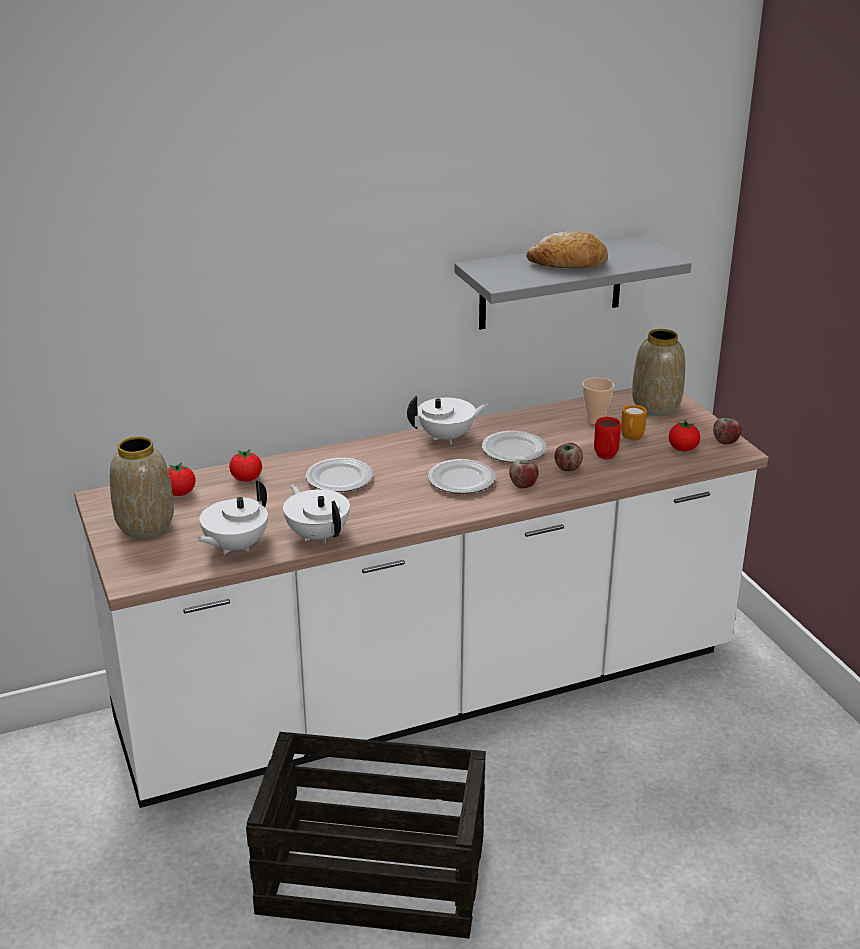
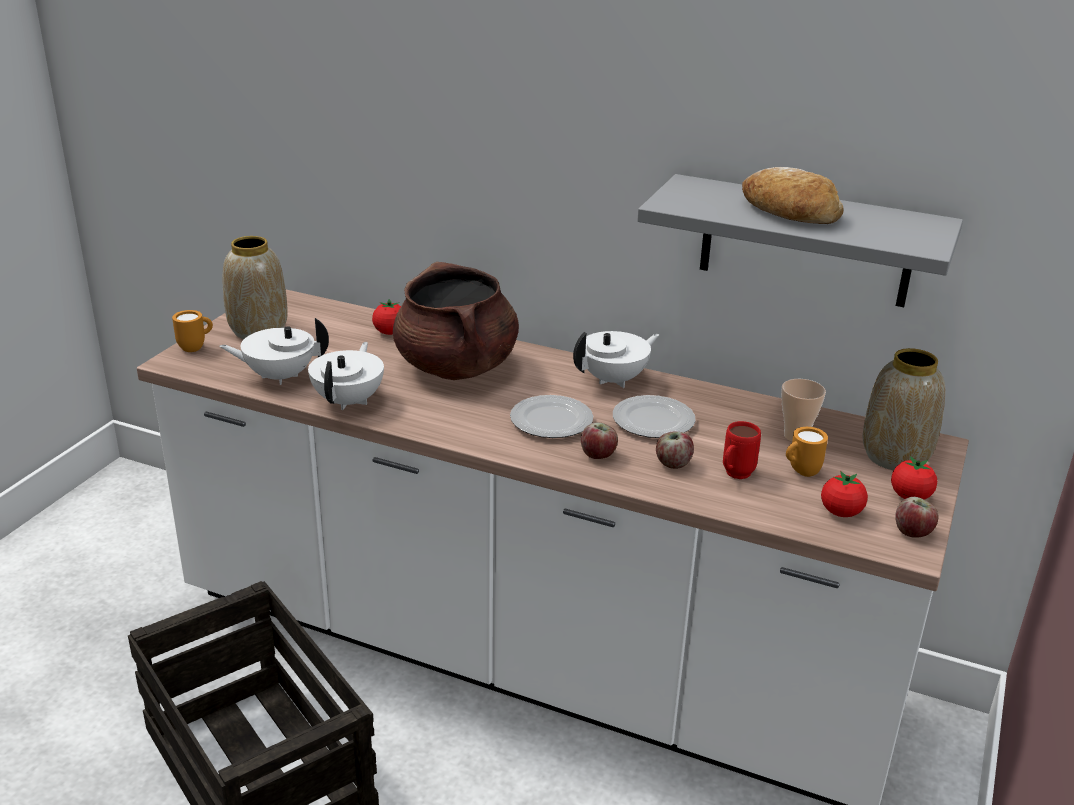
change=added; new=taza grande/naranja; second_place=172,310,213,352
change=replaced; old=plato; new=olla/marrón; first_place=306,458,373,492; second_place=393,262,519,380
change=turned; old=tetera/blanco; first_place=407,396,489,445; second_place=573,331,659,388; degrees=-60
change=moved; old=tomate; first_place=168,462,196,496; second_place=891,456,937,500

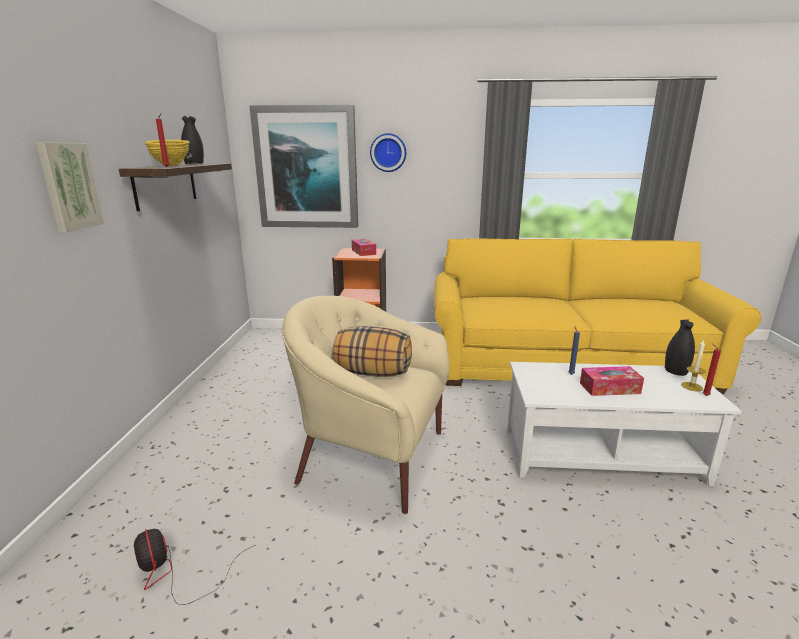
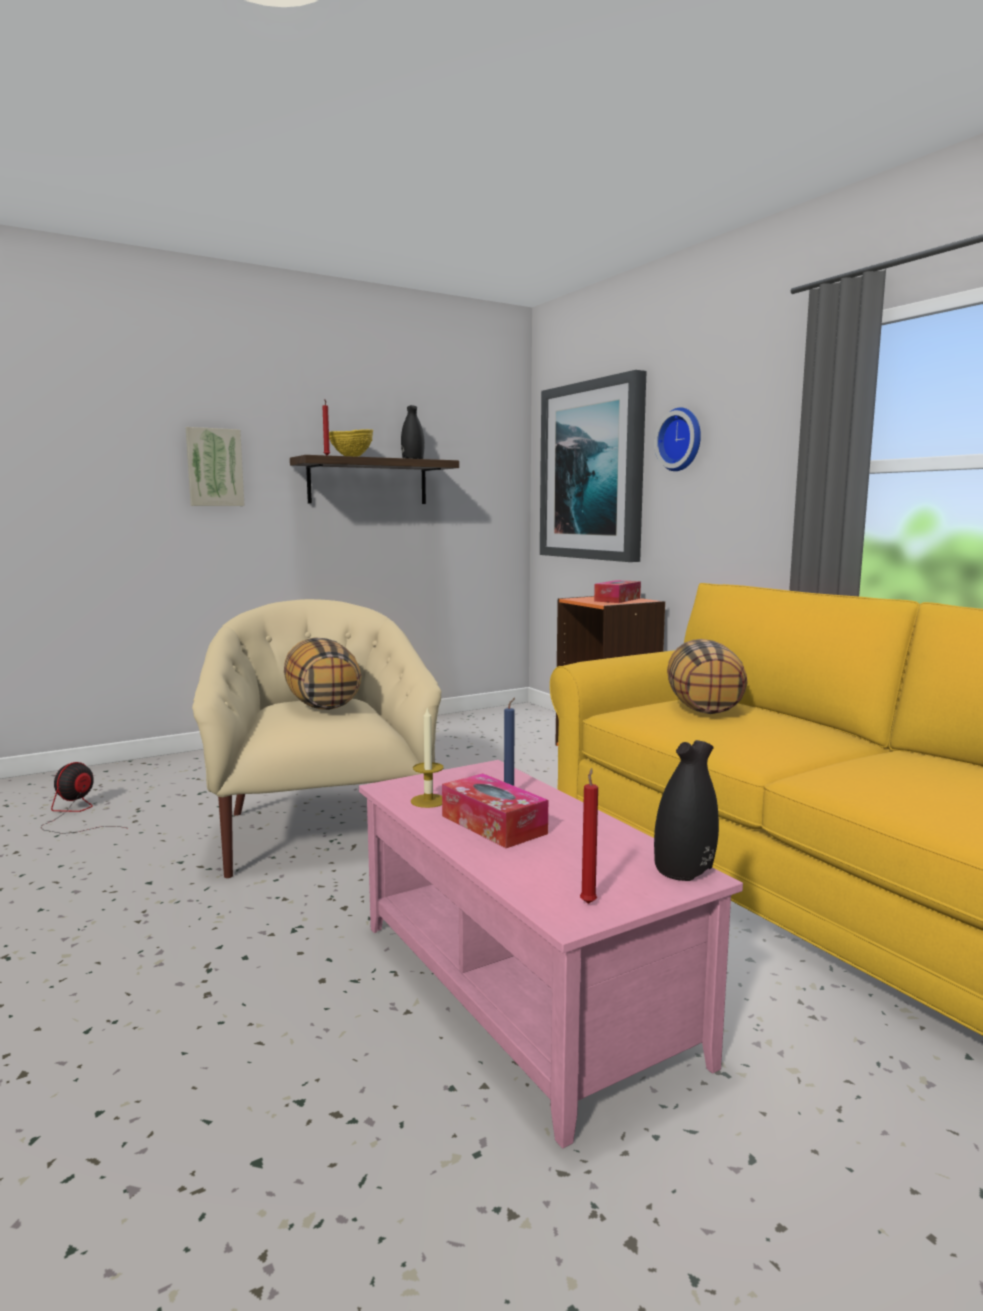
change=recoloured; old=mesa de centro/blanco; new=mesa de centro/rosa; first_place=507,362,741,486; second_place=359,760,743,1149
change=moved; old=vela; first_place=681,339,706,392; second_place=411,707,444,808
change=added; new=cojín; second_place=667,639,748,714

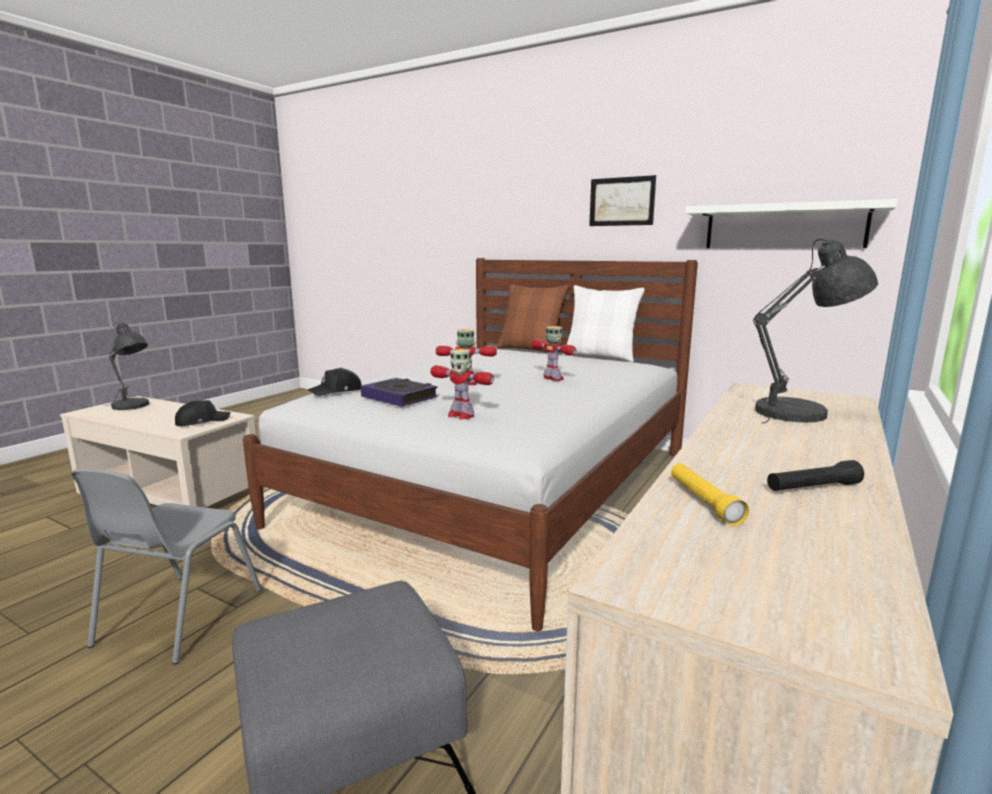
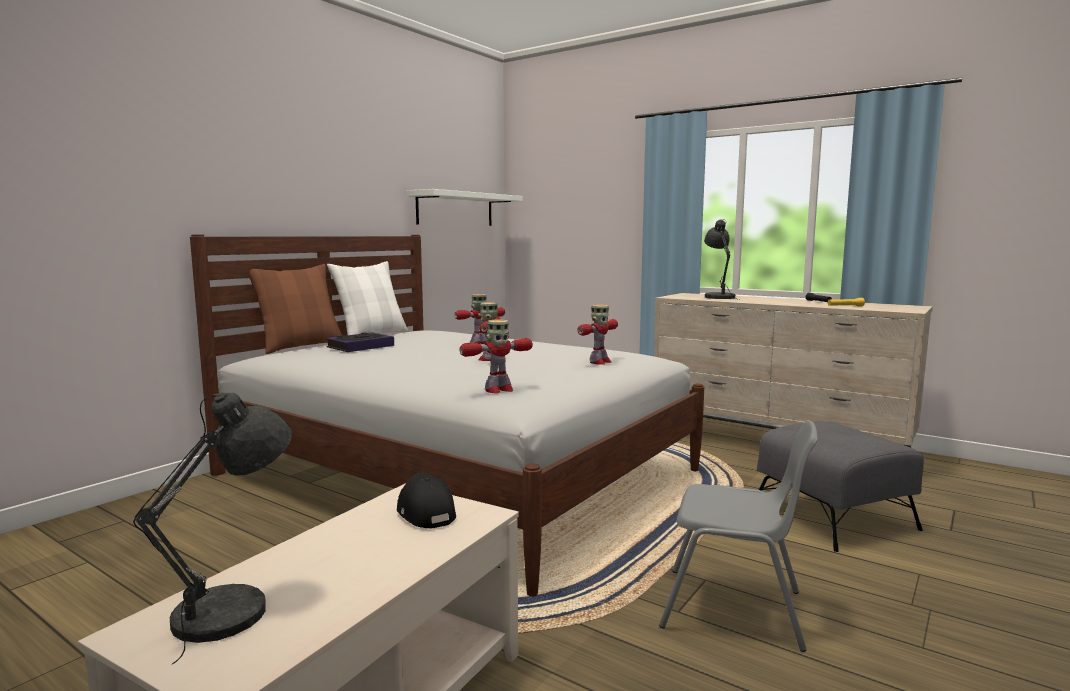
change=moved; old=libro; first_place=361,378,438,407; second_place=326,332,394,352
change=replaced; old=gorra/negro; new=robot de juguete; first_place=308,368,362,396; second_place=460,319,533,394
change=removed; old=cuadro; first_place=589,175,656,226

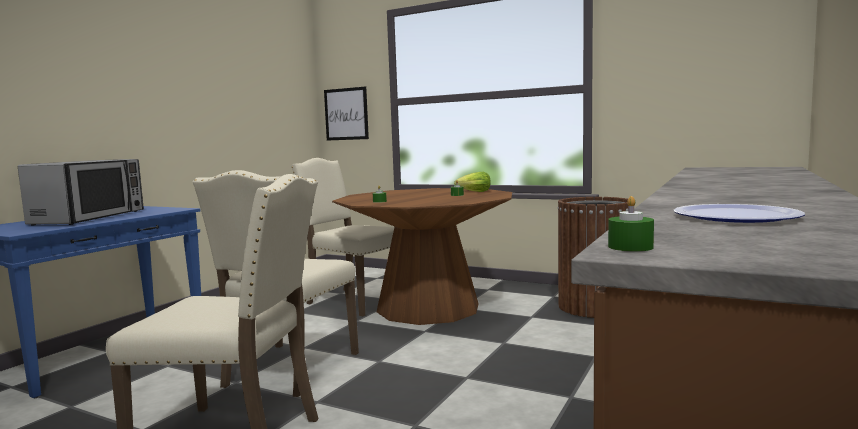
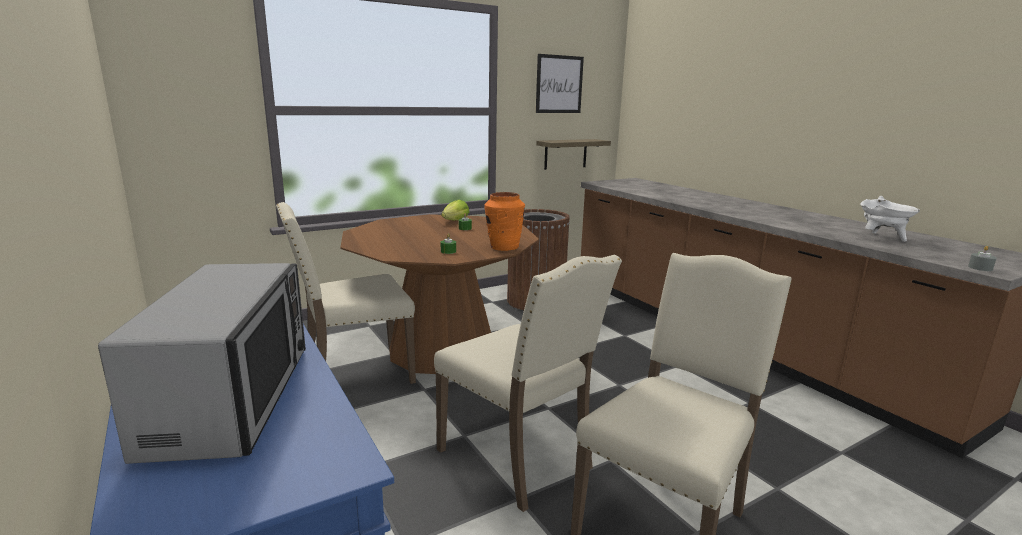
change=turned; old=microondas; first_place=18,159,144,226; second_place=98,263,306,464; degrees=45
change=added; new=florero/naranja; second_place=484,192,525,251
change=moved; old=cuadro; first_place=324,87,369,141; second_place=536,54,584,113
change=added; new=estante; second_place=536,139,611,170
change=replaced; old=plato; new=olla/blanco; first_place=673,204,805,223; second_place=860,196,920,242
change=recoloured; old=vela/verde; new=vela/gris; first_place=608,196,654,251; second_place=968,246,997,271

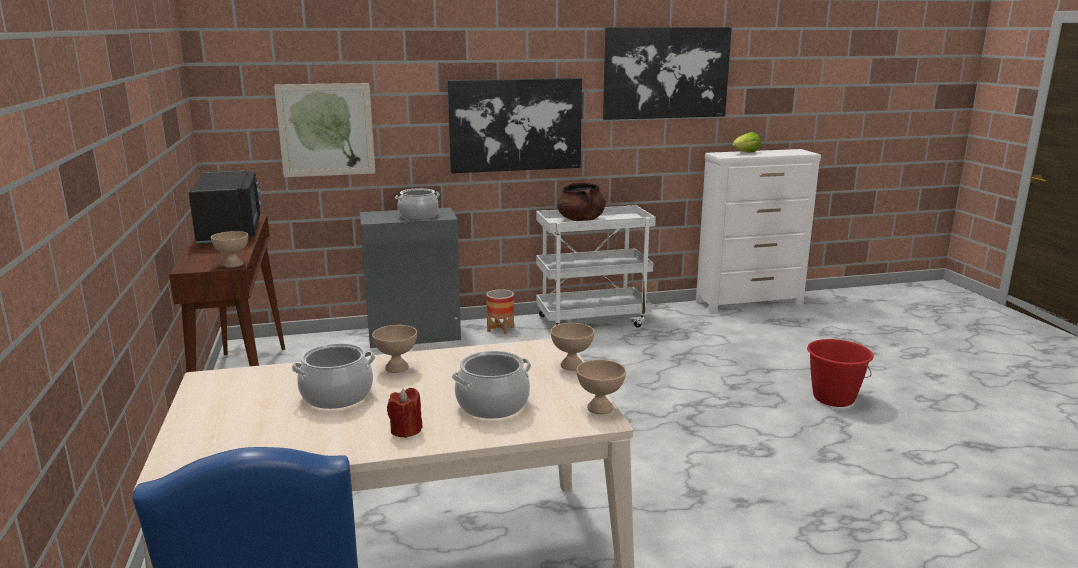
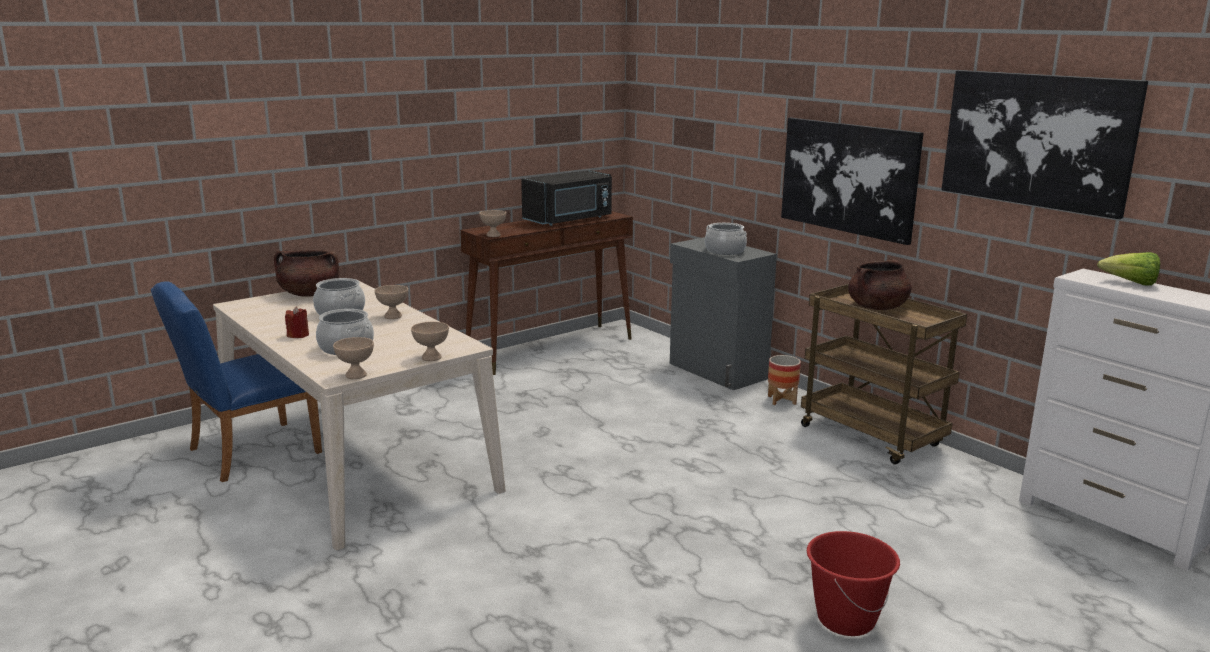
change=added; new=olla/marrón; second_place=274,250,339,297
change=recoloured; old=carrito/blanco; new=carrito/marrón; first_place=536,205,656,328; second_place=801,284,967,465
change=removed; old=cuadro; first_place=274,83,375,177

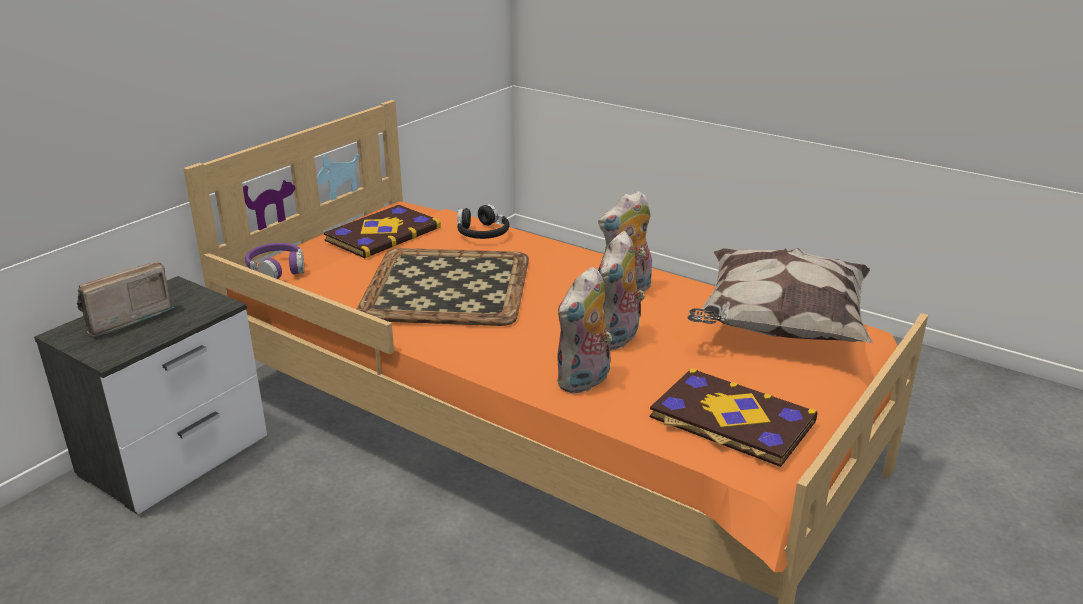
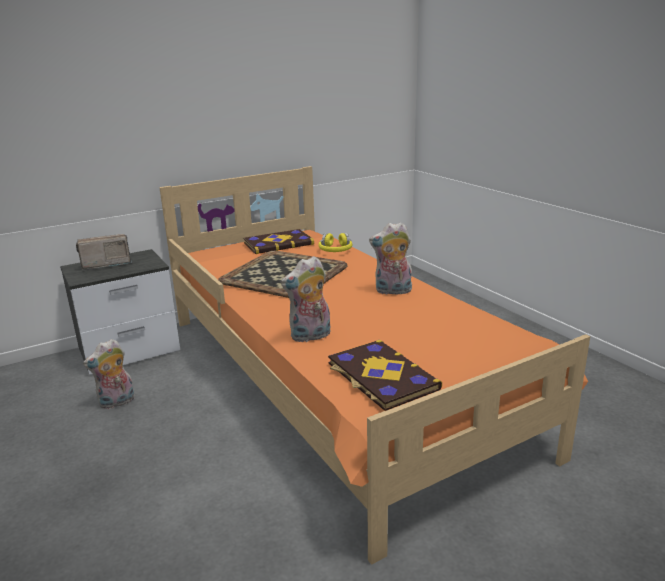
change=moved; old=peluche; first_place=598,231,645,351; second_place=83,339,135,409
change=recoloured; old=auriculares/negro; new=auriculares/amarillo; first_place=457,204,509,239; second_place=318,233,352,252
change=removed; old=auriculares/morado; first_place=245,243,304,279
change=removed; old=cojín; first_place=687,248,873,343

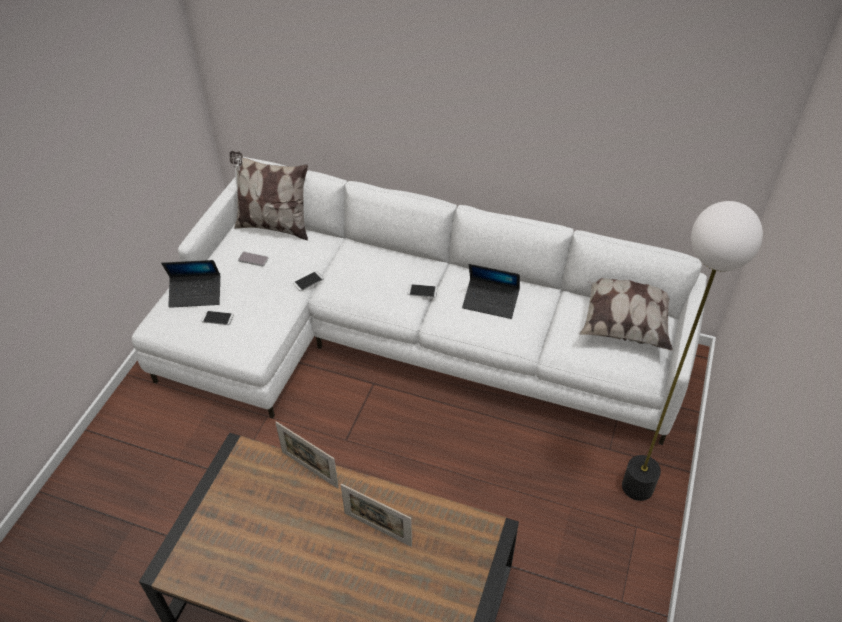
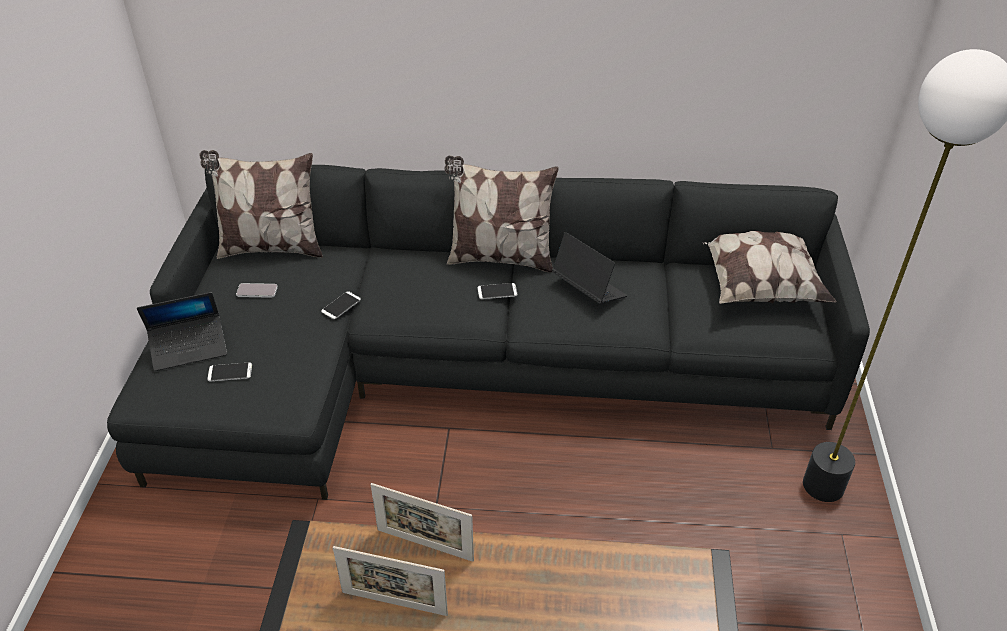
change=recoloured; old=sofá/blanco; new=sofá/negro; first_place=132,156,707,445; second_place=107,161,870,500
change=moved; old=portarretratos; first_place=341,484,412,547; second_place=333,546,448,616
change=added; new=cojín; second_place=445,155,558,272
change=turned; old=portátil; first_place=462,264,520,319; second_place=552,232,627,304; degrees=-135

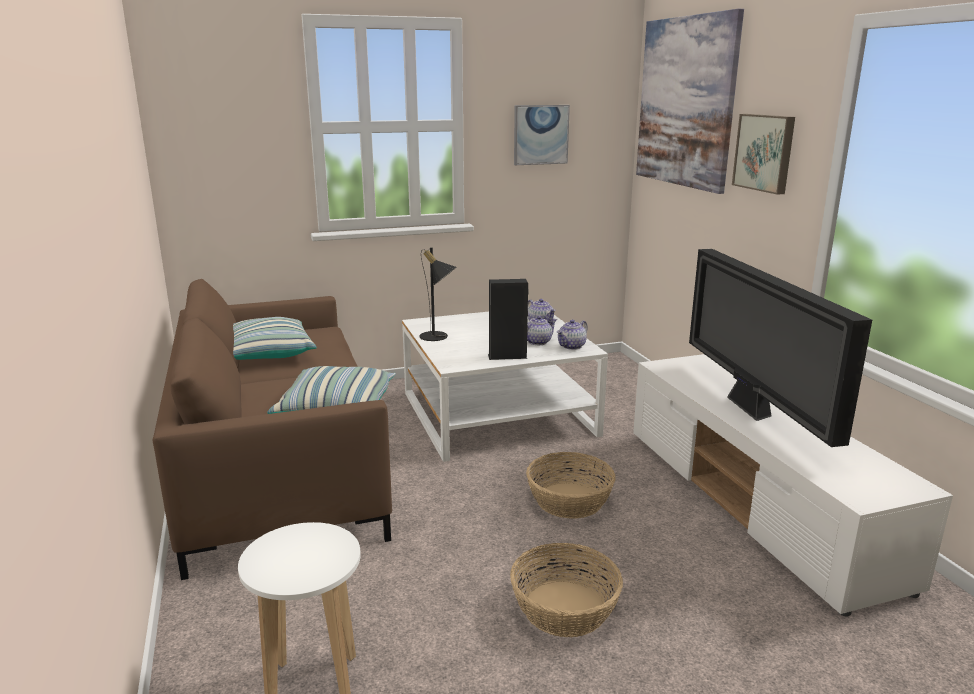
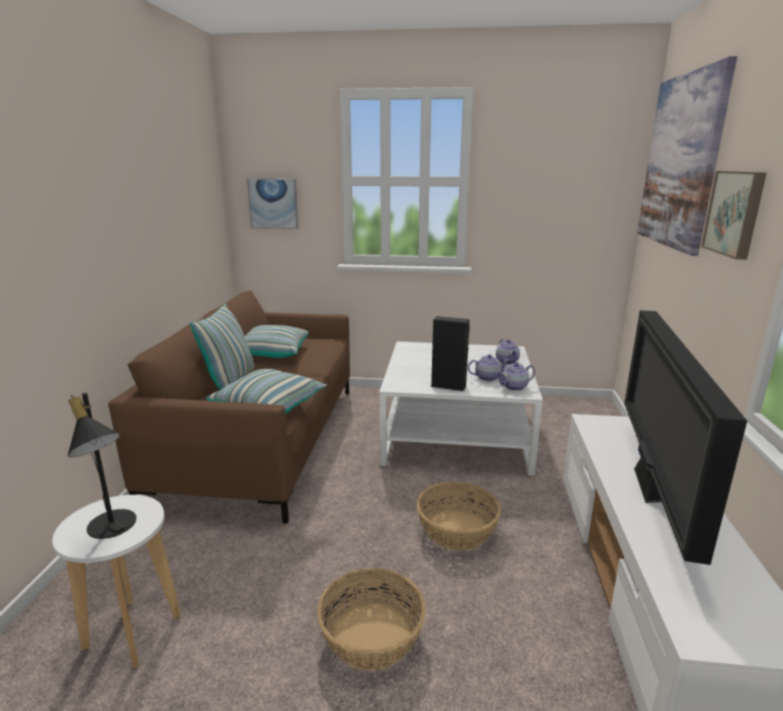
change=moved; old=lámpara de mesa/negro; first_place=419,247,456,341; second_place=68,393,136,539
change=added; new=cojín; second_place=190,303,255,390
change=moved; old=cuadro; first_place=514,105,570,165; second_place=247,178,299,229

